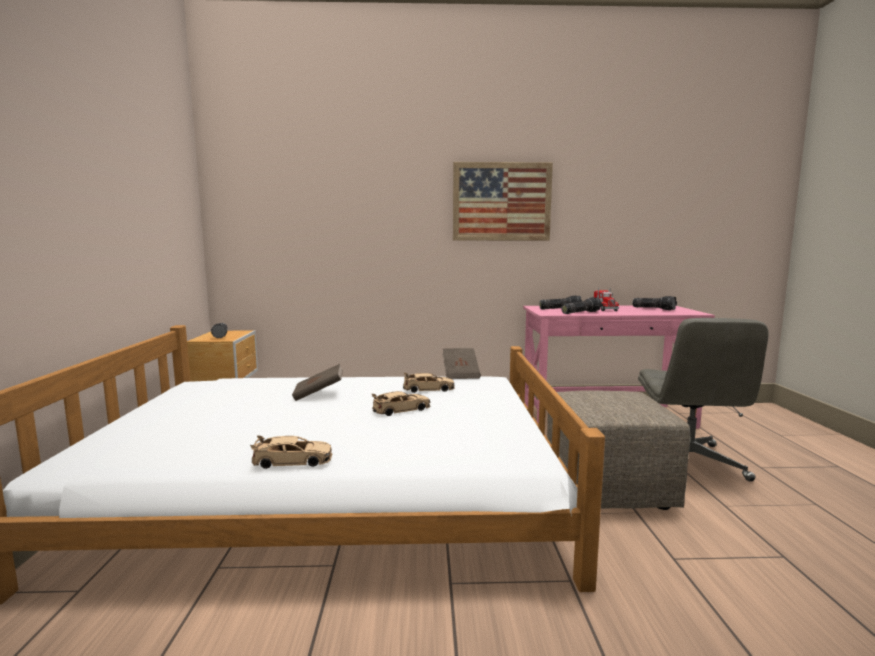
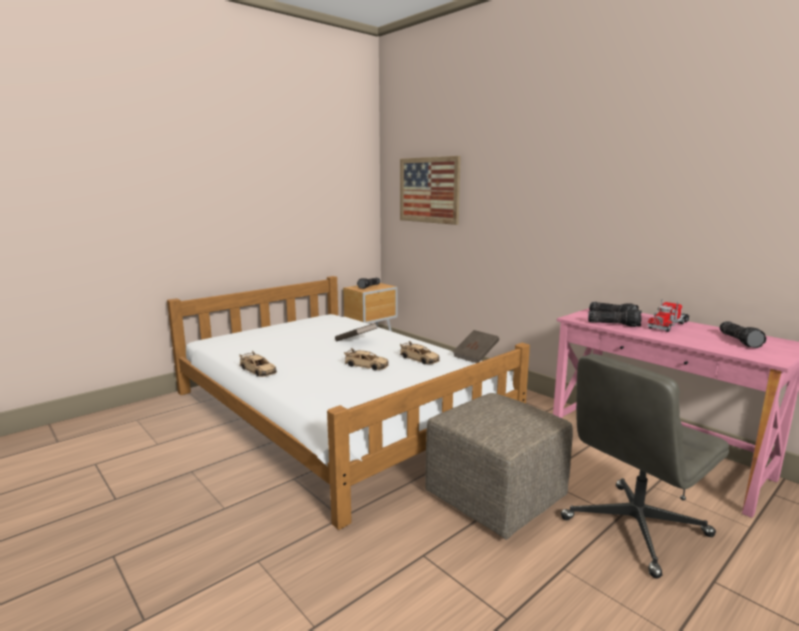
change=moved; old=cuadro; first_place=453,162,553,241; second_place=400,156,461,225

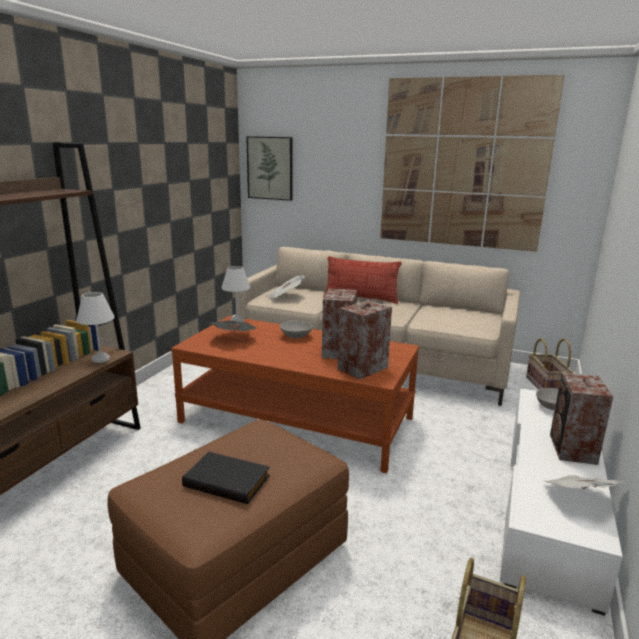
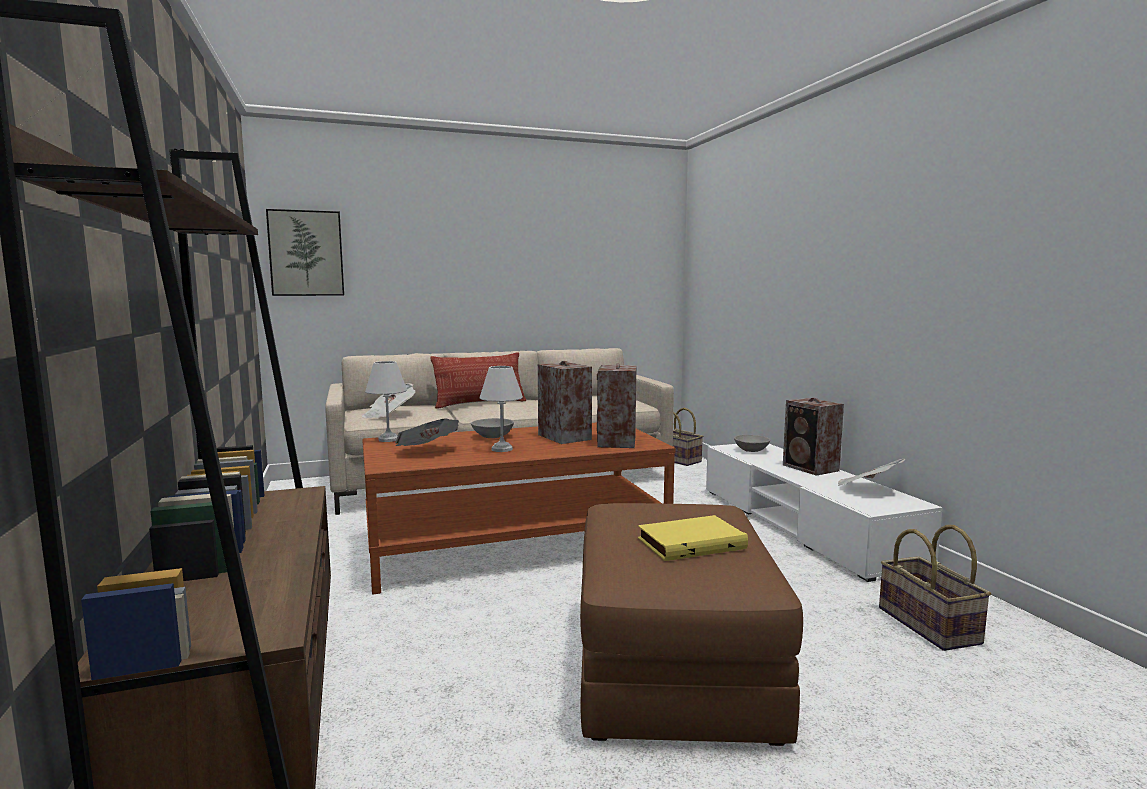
change=moved; old=lámpara de mesa/blanco; first_place=76,292,115,363; second_place=480,366,523,452
change=recoloured; old=libro/negro; new=libro/amarillo; first_place=182,451,270,504; second_place=638,515,748,561
change=removed; old=cuadro; first_place=380,75,564,252

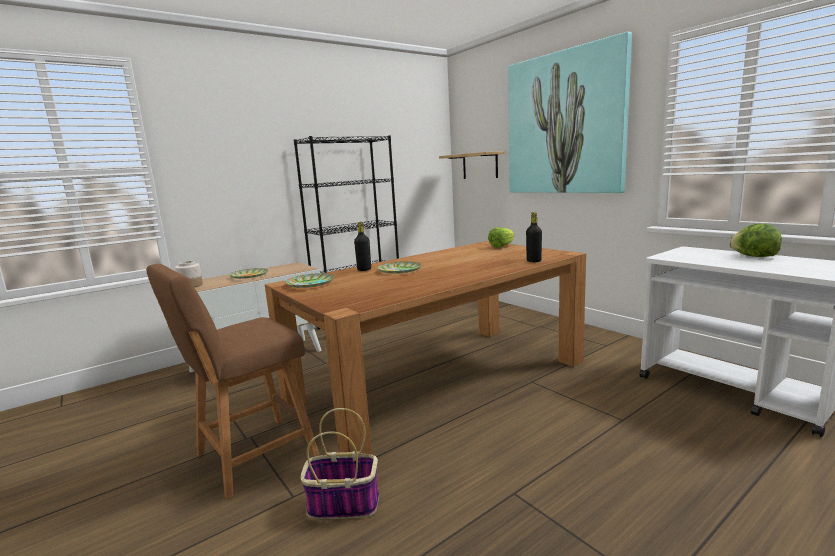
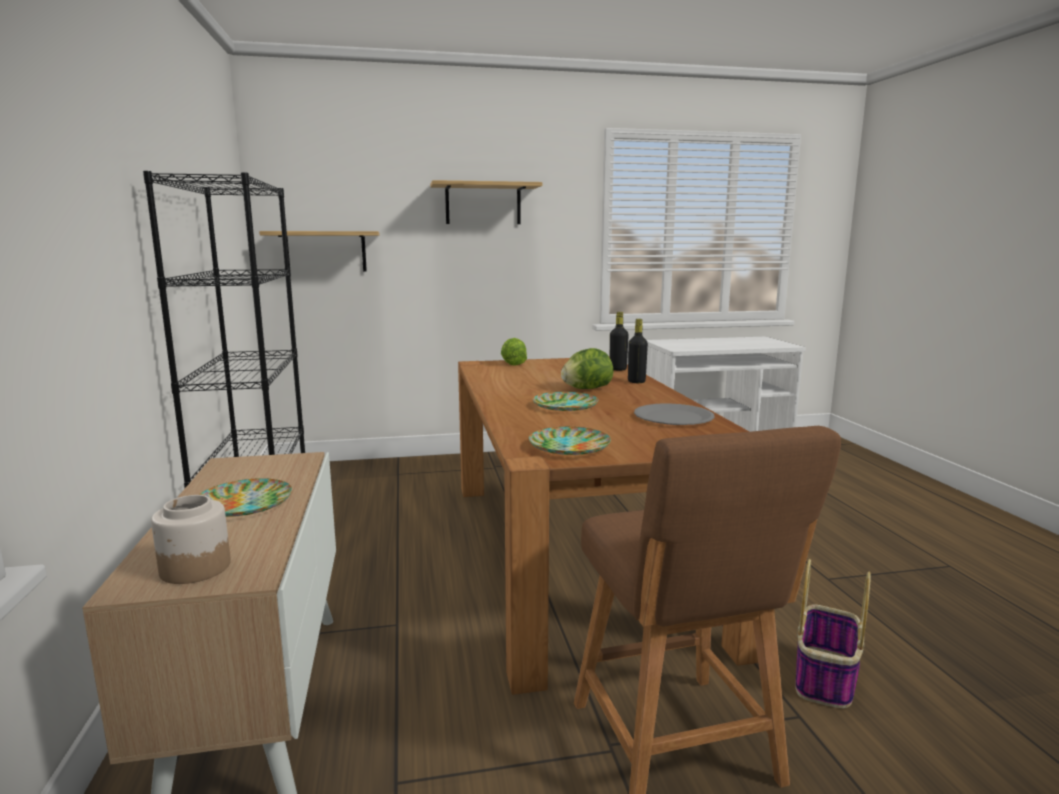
change=replaced; old=cuadro; new=estante; first_place=508,32,632,193; second_place=430,180,542,224
change=moved; old=lechuga; first_place=729,223,782,257; second_place=561,348,613,389
change=moved; old=botella/negro; first_place=354,222,371,271; second_place=628,319,648,383
change=added; new=plato/gris; second_place=634,403,714,425

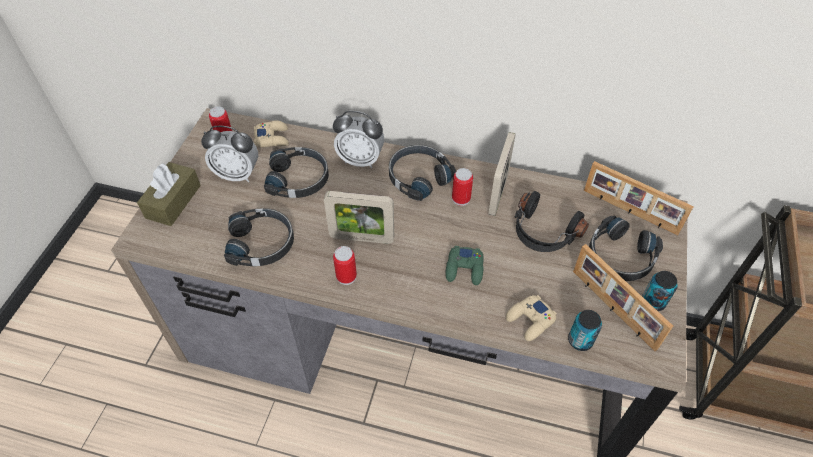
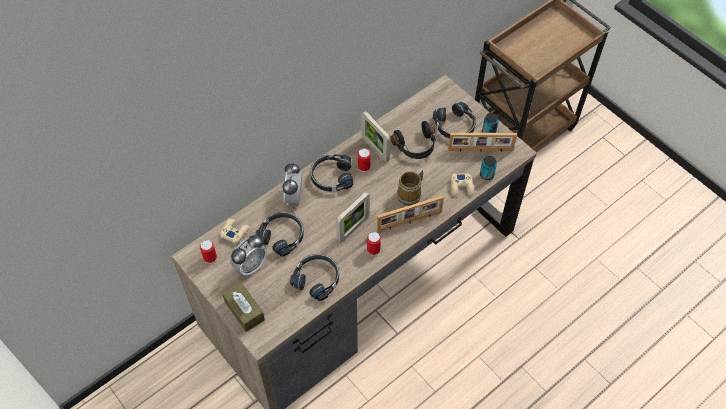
change=turned; old=despertador; first_place=333,111,384,168; second_place=282,162,302,205; degrees=135
change=moved; old=portarretratos; first_place=584,161,694,235; second_place=377,195,444,232
change=replaced; old=mando de consola/verde; new=taza grande; first_place=445,246,484,285; second_place=397,168,423,205

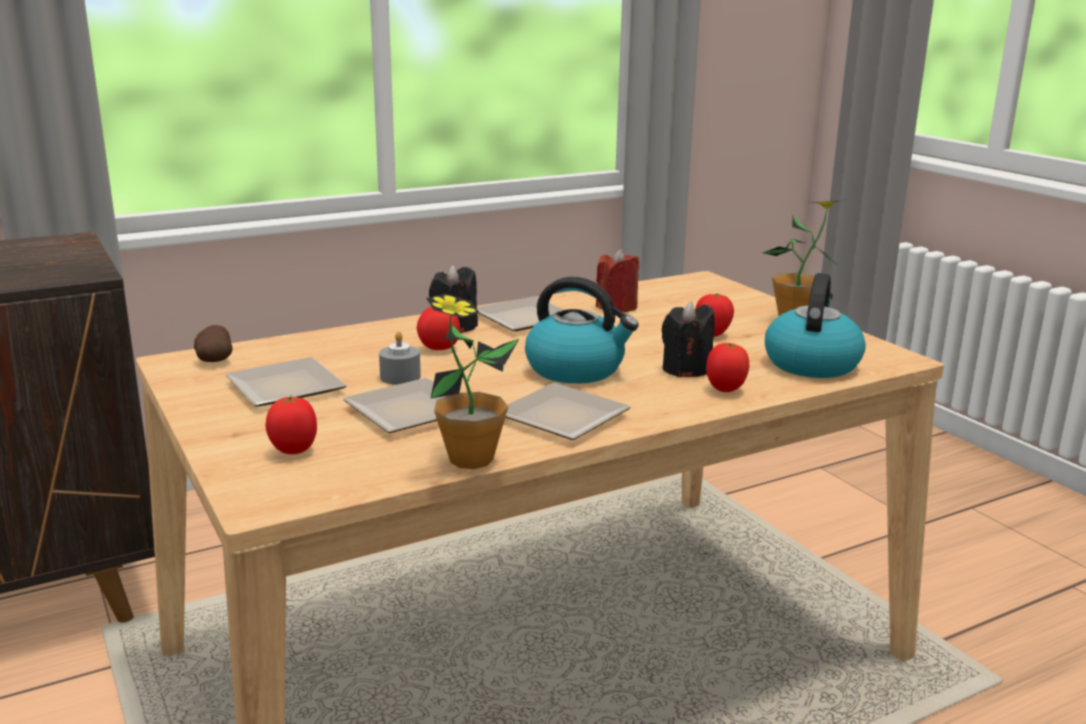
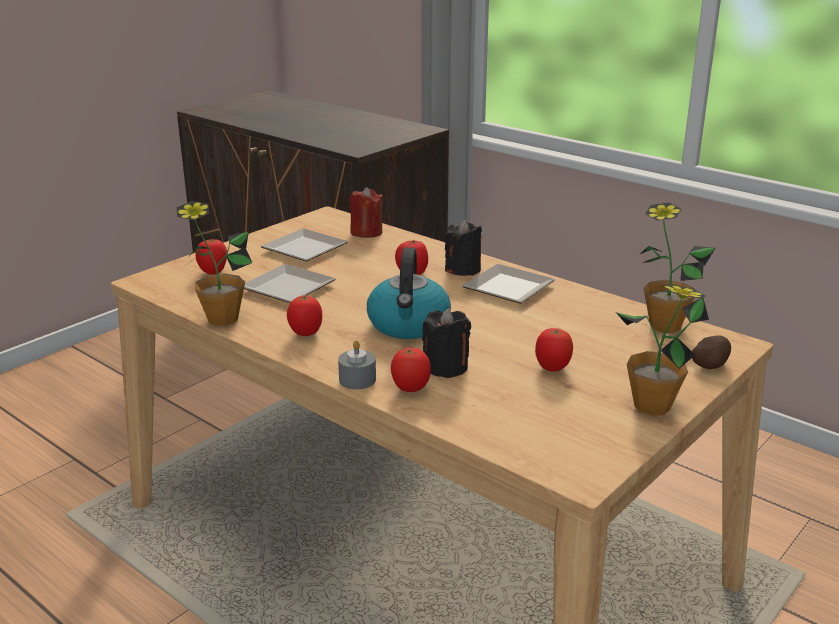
change=replaced; old=plato; new=tomate; first_place=505,383,631,440; second_place=287,294,322,336
change=moved; old=vela/gris; first_place=379,331,421,385; second_place=338,340,376,389
change=moved; old=vela/rojo; first_place=596,249,639,313; second_place=349,187,383,238
change=added; new=planta en maceta; second_place=640,203,716,333
change=moved; old=patata; first_place=194,325,233,362; second_place=692,335,731,369
change=removed; old=hervidor; first_place=765,273,866,378

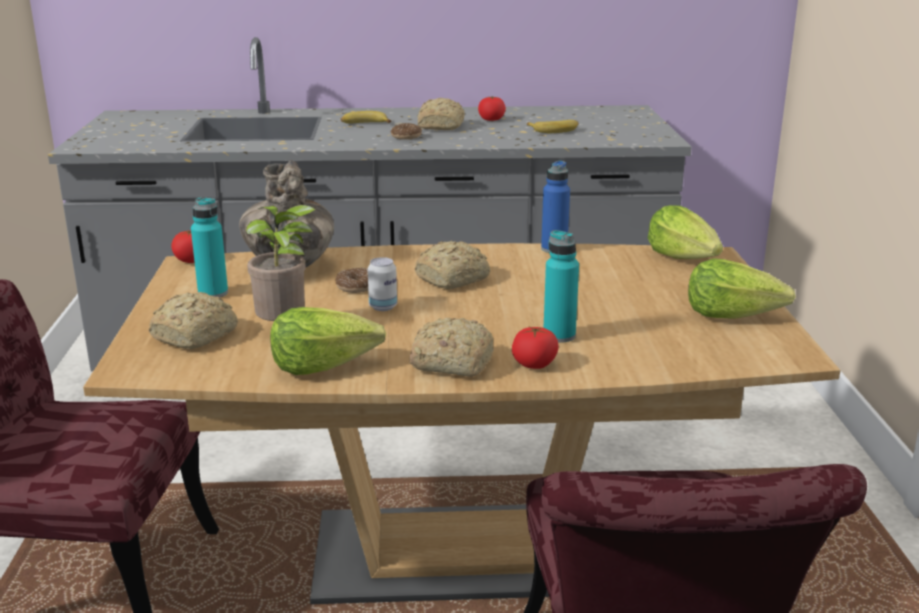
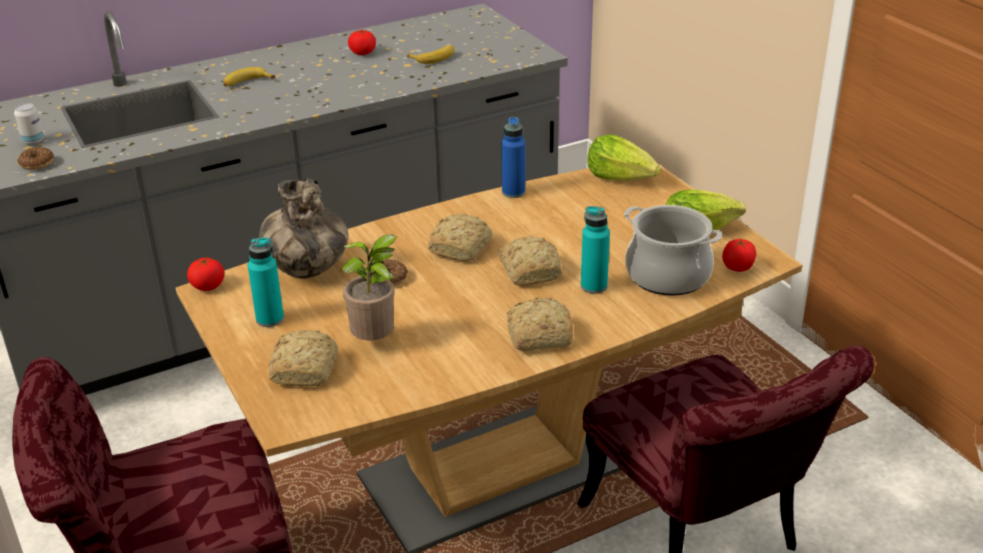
change=moved; old=lata; first_place=368,257,397,311; second_place=14,103,44,145
change=moved; old=rosquilla; first_place=391,123,422,140; second_place=17,147,54,170
change=moved; old=pan; first_place=417,98,465,130; second_place=498,236,562,286
change=added; new=olla; second_place=624,205,722,296
change=moved; old=tomate; first_place=512,326,559,369; second_place=722,239,756,272
change=removed; old=lechuga; first_place=270,307,386,375

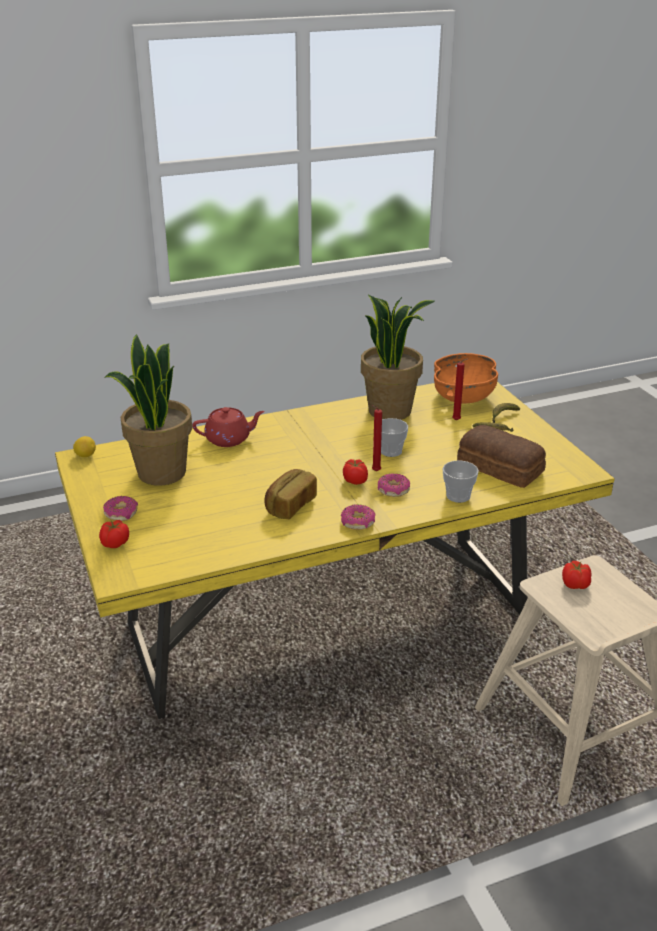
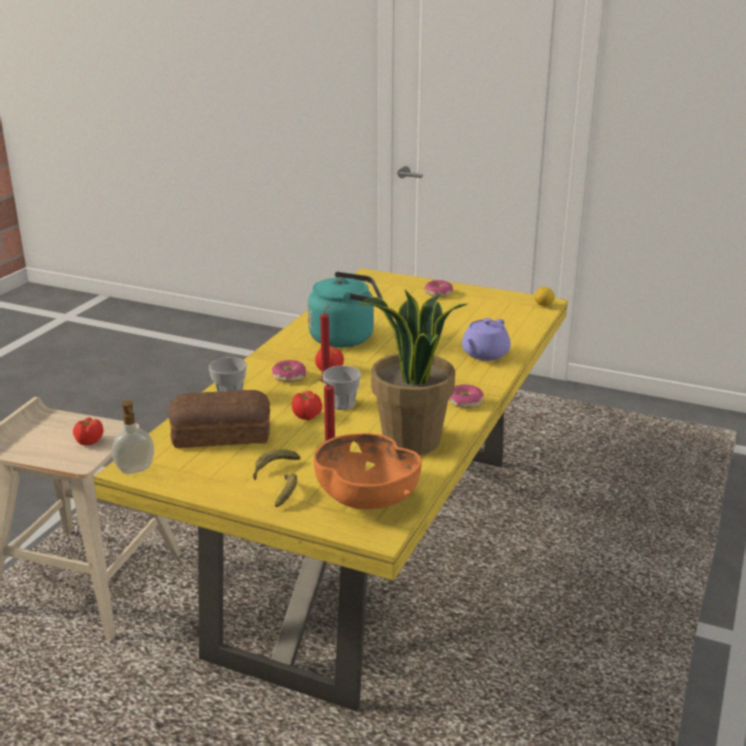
change=added; new=dispensador de jabón; second_place=112,401,154,474
change=moved; old=tomate; first_place=99,520,129,548; second_place=292,391,322,420
change=replaced; old=pan; new=hervidor/turquesa; first_place=264,469,317,520; second_place=307,272,383,347
change=moved; old=rosquilla; first_place=341,504,376,530; second_place=449,384,484,408
change=recoloured; old=tetera/rojo; new=tetera/morado; first_place=192,407,265,447; second_place=462,318,511,361
change=removed; old=planta en maceta; first_place=104,334,192,486

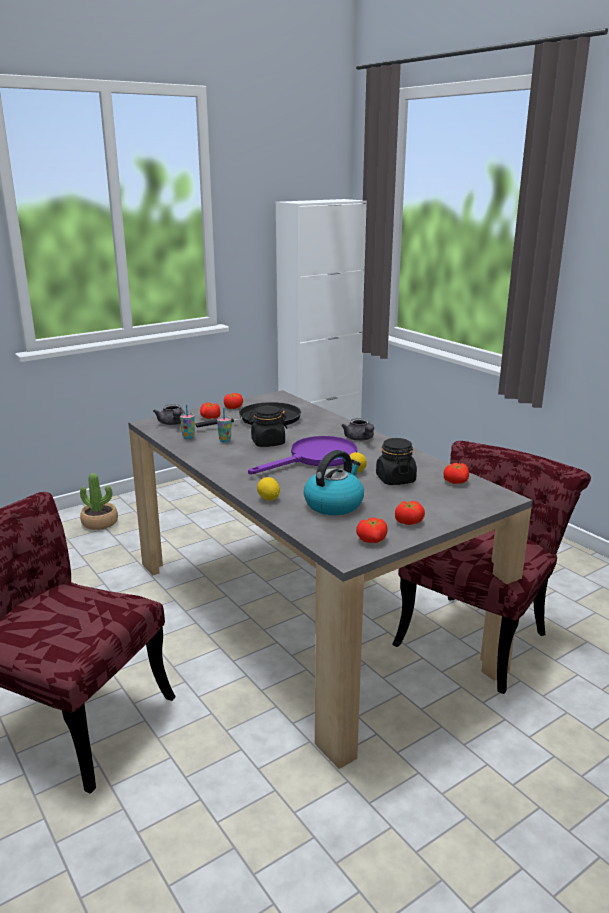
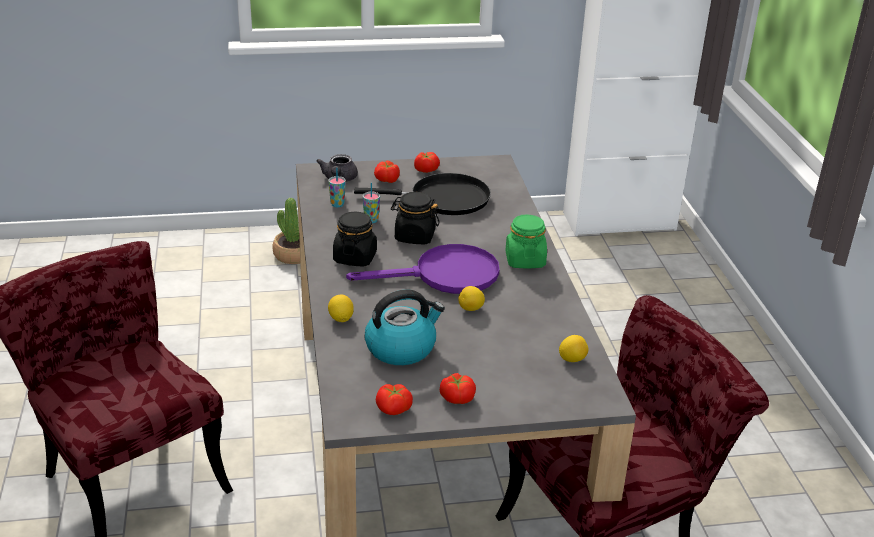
change=moved; old=tarro/negro; first_place=376,438,417,485; second_place=333,211,377,267
change=replaced; old=tetera/gris; new=tarro/verde; first_place=341,418,374,441; second_place=505,215,547,268
change=replaced; old=tomate; new=limón; first_place=443,463,469,484; second_place=559,335,589,362

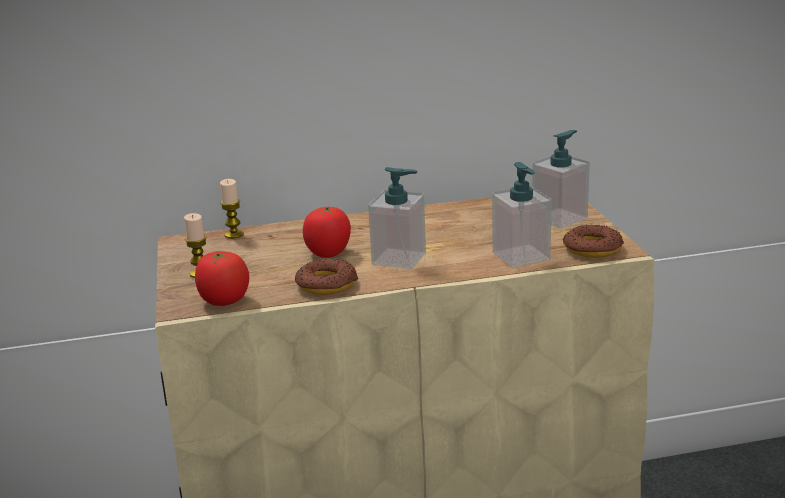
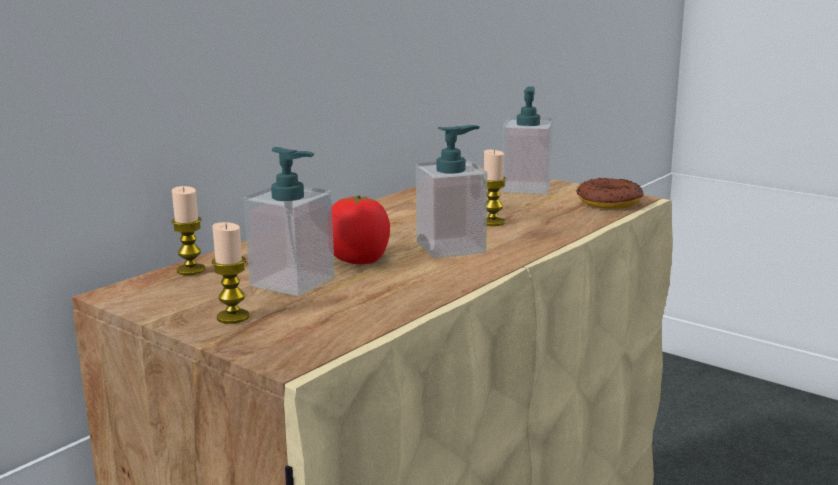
change=moved; old=dispensador de jabón; first_place=492,162,552,268; second_place=244,147,335,296
change=added; new=vela; second_place=484,150,506,226
change=removed; old=tomate; first_place=195,251,249,306
change=removed; old=rosquilla; first_place=295,259,358,295

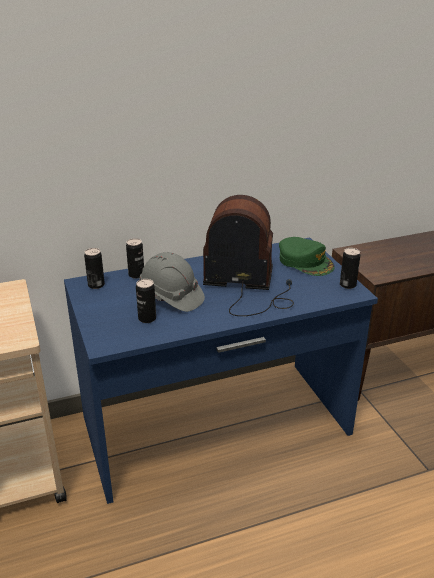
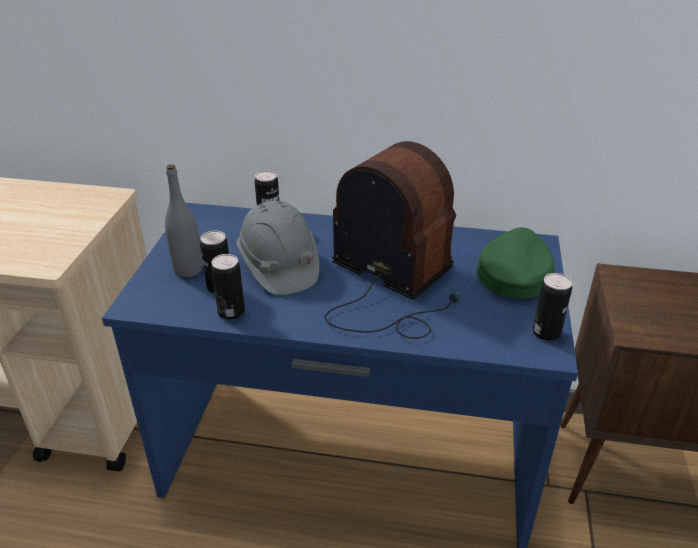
change=added; new=botella/gris; second_place=165,164,202,277
change=moved; old=lata; first_place=84,248,105,289; second_place=211,254,245,320
change=turned; old=gorra/verde; first_place=279,237,335,276; second_place=477,227,555,299; degrees=-150

